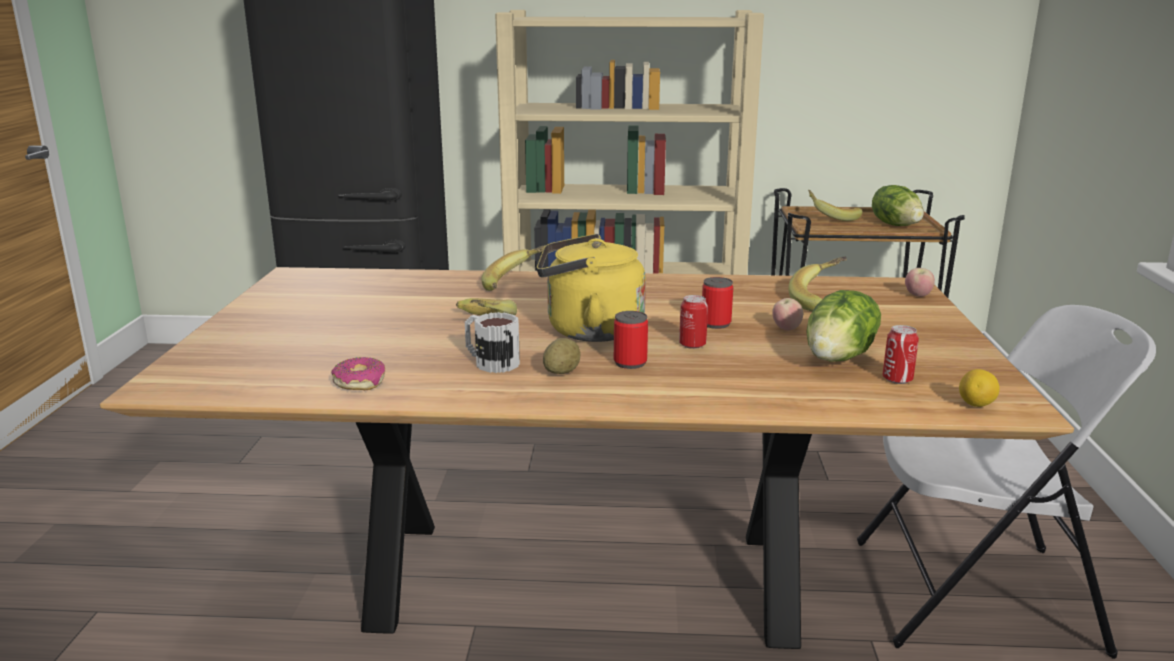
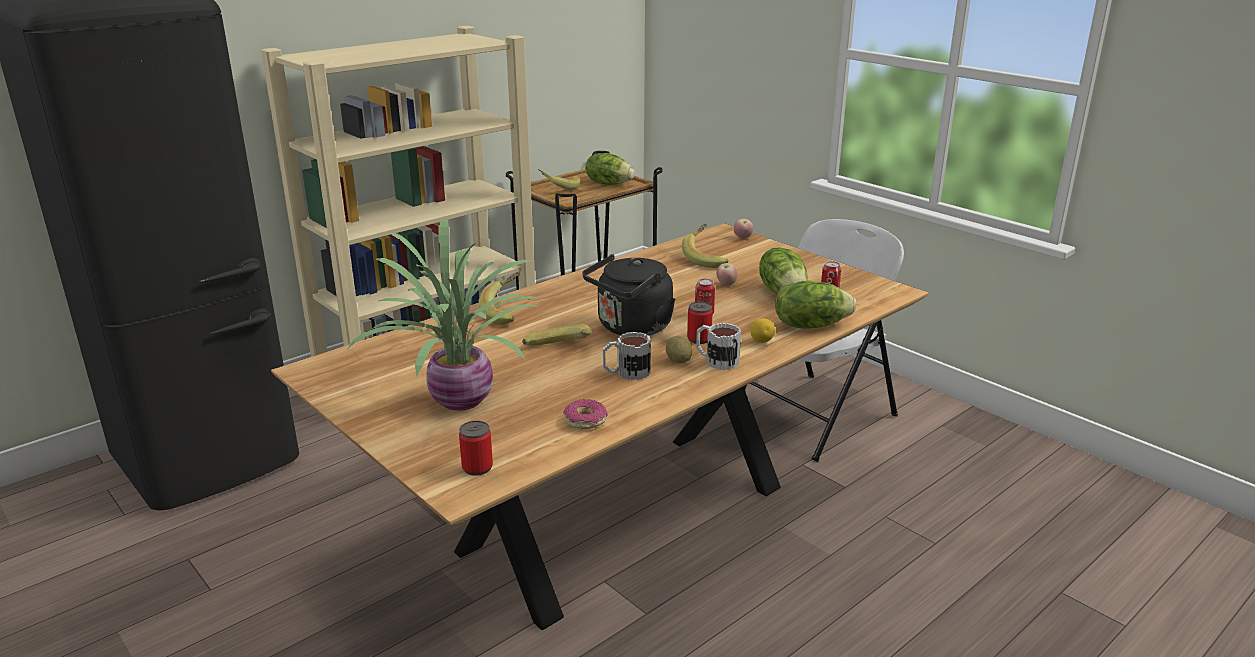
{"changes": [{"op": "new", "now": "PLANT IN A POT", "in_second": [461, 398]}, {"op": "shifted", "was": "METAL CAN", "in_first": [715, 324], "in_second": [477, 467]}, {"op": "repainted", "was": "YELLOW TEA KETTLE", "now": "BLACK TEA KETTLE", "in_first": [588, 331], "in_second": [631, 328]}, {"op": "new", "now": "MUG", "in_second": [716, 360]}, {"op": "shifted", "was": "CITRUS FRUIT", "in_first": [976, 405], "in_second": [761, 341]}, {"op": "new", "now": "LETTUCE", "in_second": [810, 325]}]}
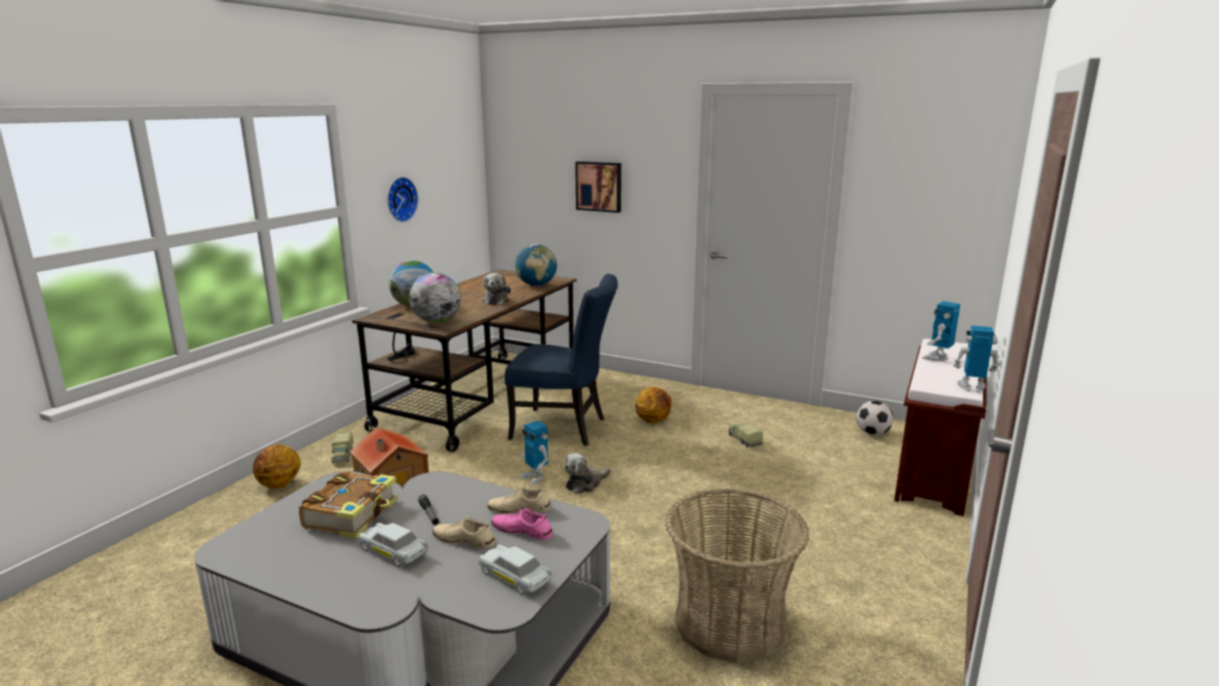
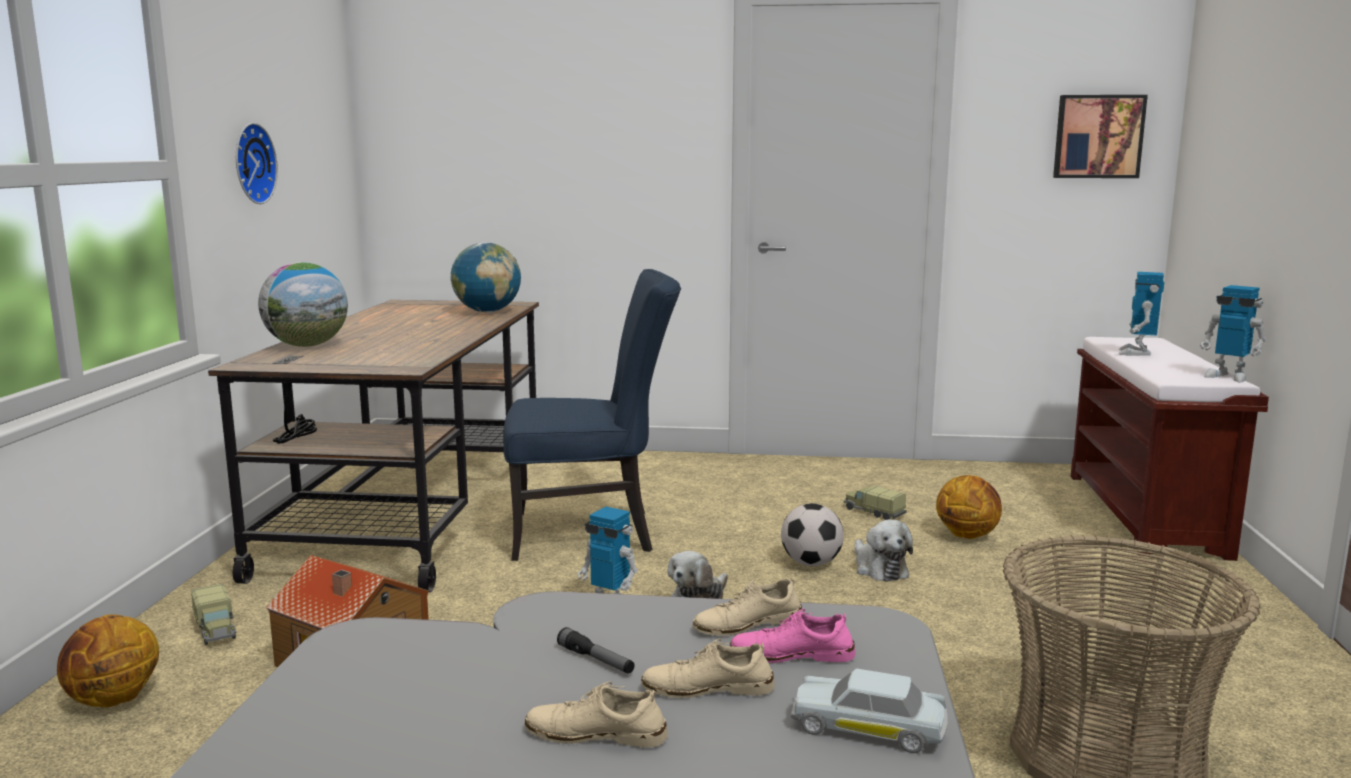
{"changes": [{"op": "swapped", "was": "WHITE TOY CAR", "now": "SAND-COLOURED LOW SHOE", "in_first": [393, 552], "in_second": [596, 734]}, {"op": "shifted", "was": "FOOTBALL", "in_first": [872, 433], "in_second": [811, 563]}, {"op": "shifted", "was": "SOFT TOY", "in_first": [496, 300], "in_second": [879, 568]}, {"op": "shifted", "was": "BALL FOR BASKETBALL", "in_first": [653, 421], "in_second": [967, 535]}, {"op": "shifted", "was": "PICTURE", "in_first": [599, 186], "in_second": [1098, 136]}, {"op": "rotated", "was": "TOY ROBOT", "in_first": [971, 388], "in_second": [1228, 377], "clockwise": -135}, {"op": "gone", "was": "BOOK", "in_first": [353, 514]}, {"op": "gone", "was": "GLOBE", "in_first": [437, 322]}]}
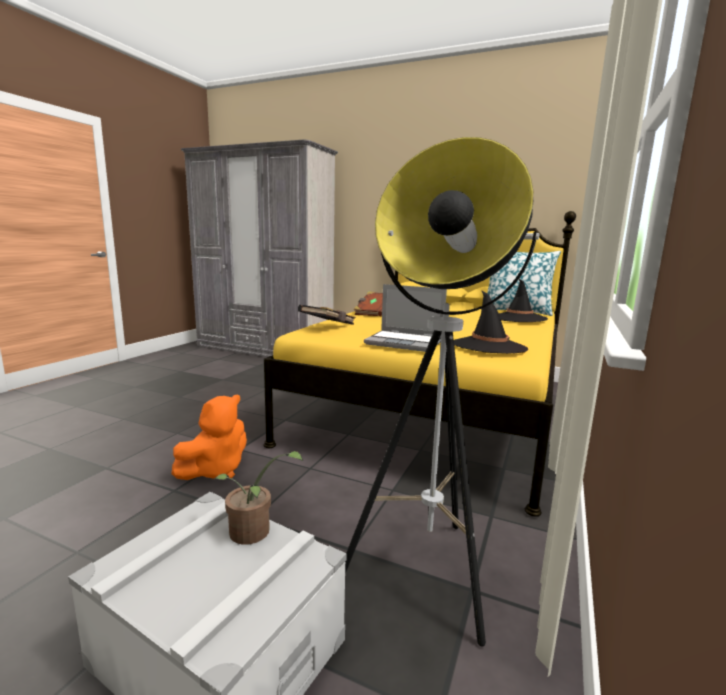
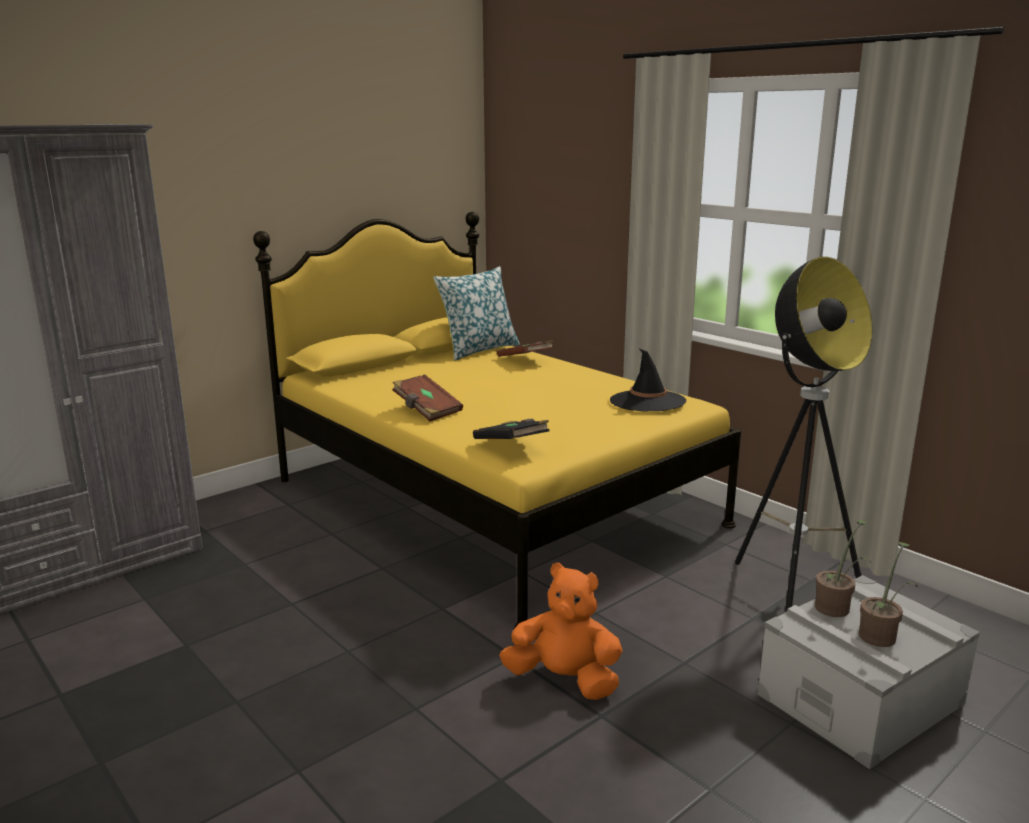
{"changes": [{"op": "swapped", "was": "BLACK HAT", "now": "BROWN BOOK", "in_first": [518, 318], "in_second": [526, 360]}, {"op": "rotated", "was": "ORANGE-COLOURED SOFT TOY", "in_first": [215, 470], "in_second": [564, 680], "clockwise": -45}, {"op": "new", "now": "PLANT IN A POT", "in_second": [880, 635]}, {"op": "gone", "was": "PORTABLE COMPUTER", "in_first": [405, 343]}]}
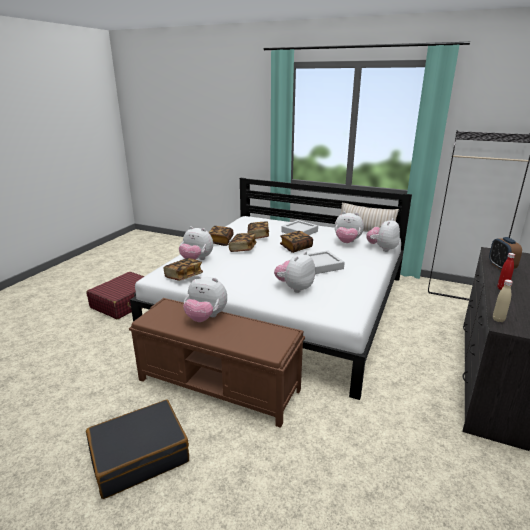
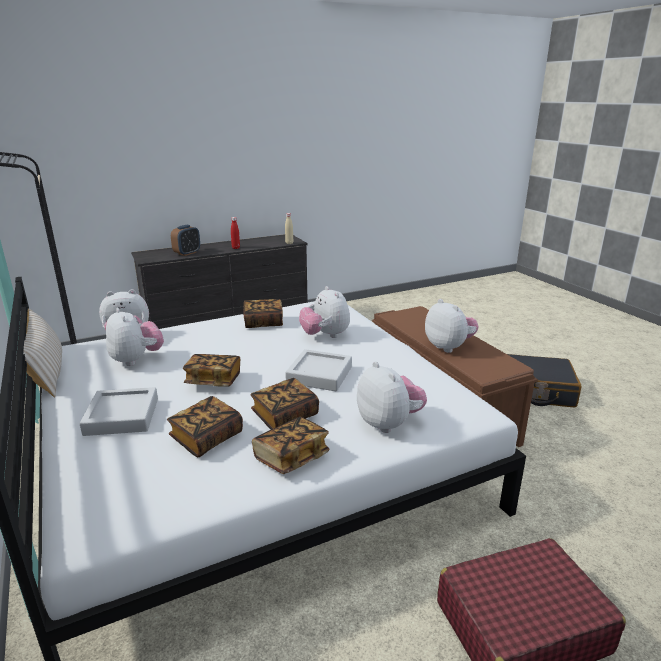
{"changes": [{"op": "shifted", "was": "BOOK", "in_first": [184, 276], "in_second": [263, 322]}, {"op": "shifted", "was": "GREYISH TRAY", "in_first": [321, 265], "in_second": [319, 375]}, {"op": "rotated", "was": "SOFT TOY", "in_first": [295, 288], "in_second": [325, 335], "clockwise": 75}]}
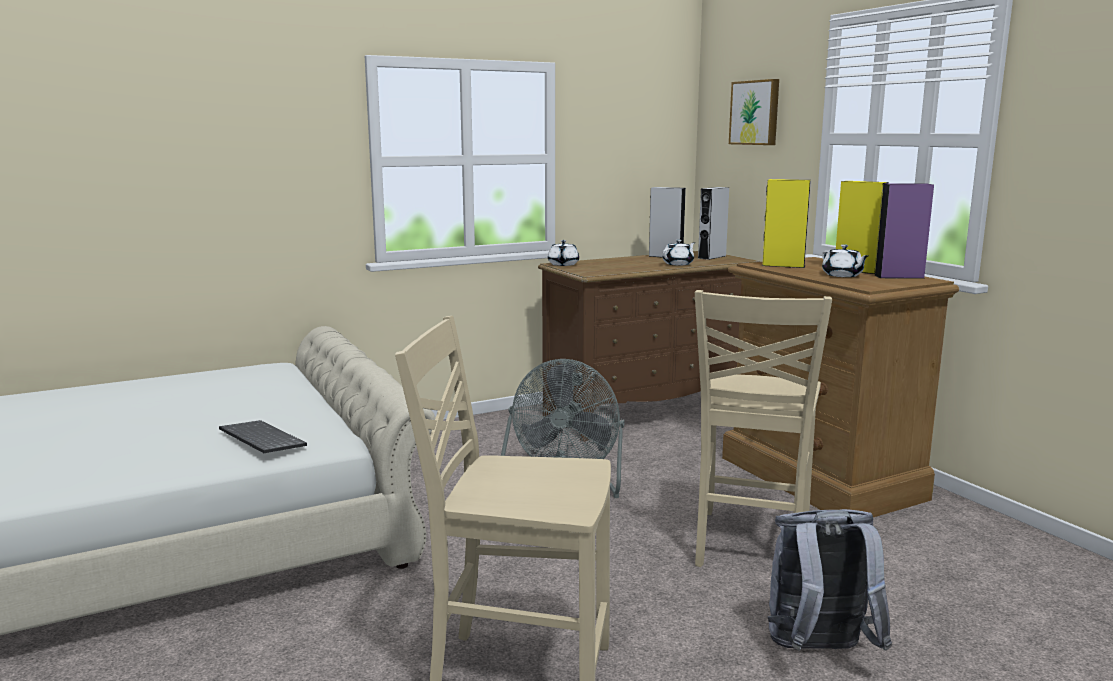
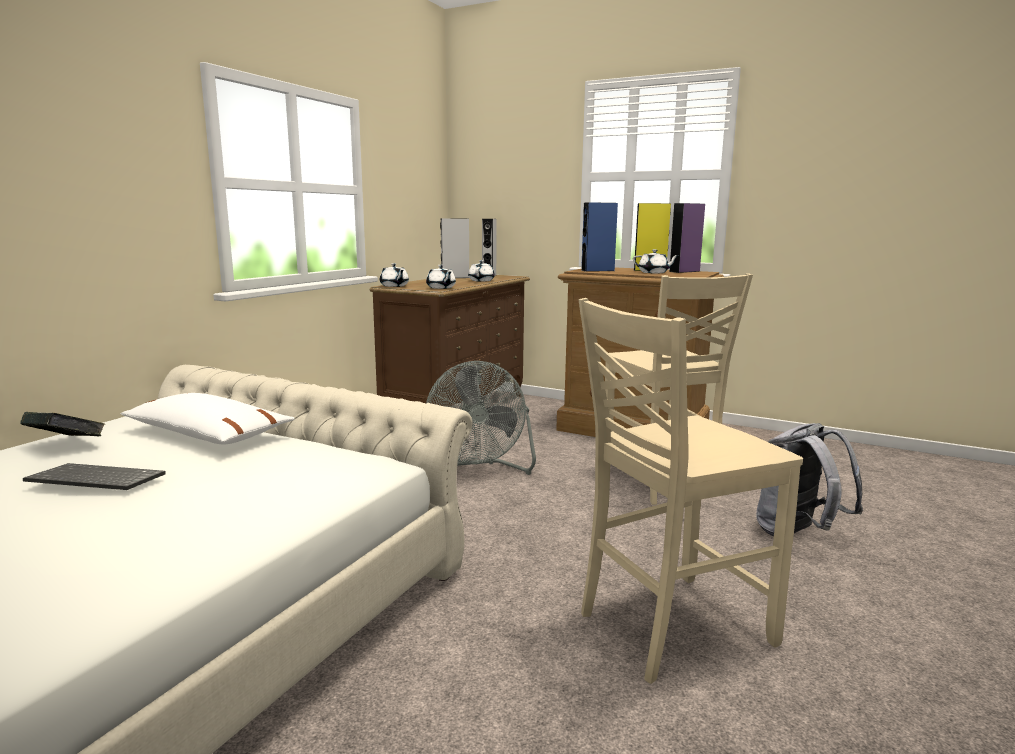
{"changes": [{"op": "new", "now": "BOOK", "in_second": [66, 446]}, {"op": "shifted", "was": "PC KEYBOARD", "in_first": [259, 439], "in_second": [93, 481]}, {"op": "new", "now": "WHITE THROW PILLOW", "in_second": [208, 434]}, {"op": "new", "now": "WHITE TEAPOT", "in_second": [441, 288]}, {"op": "repainted", "was": "YELLOW SPEAKER", "now": "BLUISH SPEAKER", "in_first": [783, 265], "in_second": [597, 270]}, {"op": "gone", "was": "PICTURE", "in_first": [755, 113]}]}
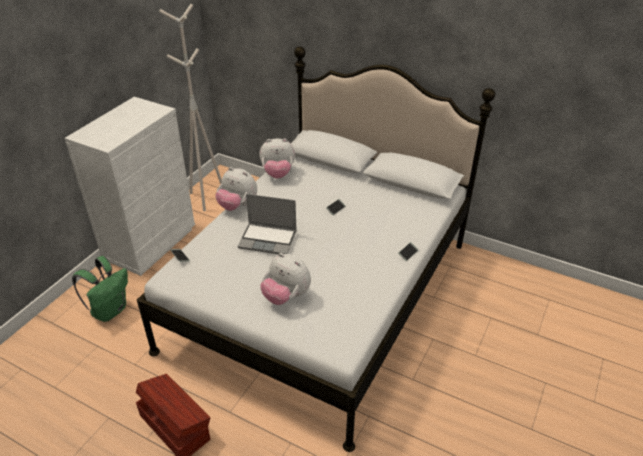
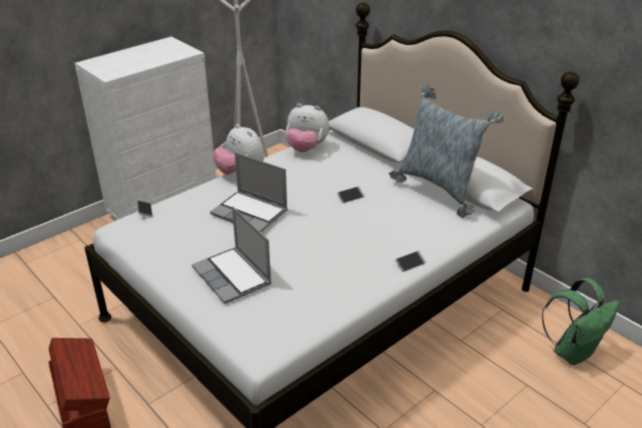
{"changes": [{"op": "swapped", "was": "SOFT TOY", "now": "PORTABLE COMPUTER", "in_first": [286, 296], "in_second": [233, 276]}, {"op": "new", "now": "THROW PILLOW", "in_second": [439, 193]}, {"op": "shifted", "was": "GREENISH RUCKSACK", "in_first": [110, 310], "in_second": [573, 351]}]}
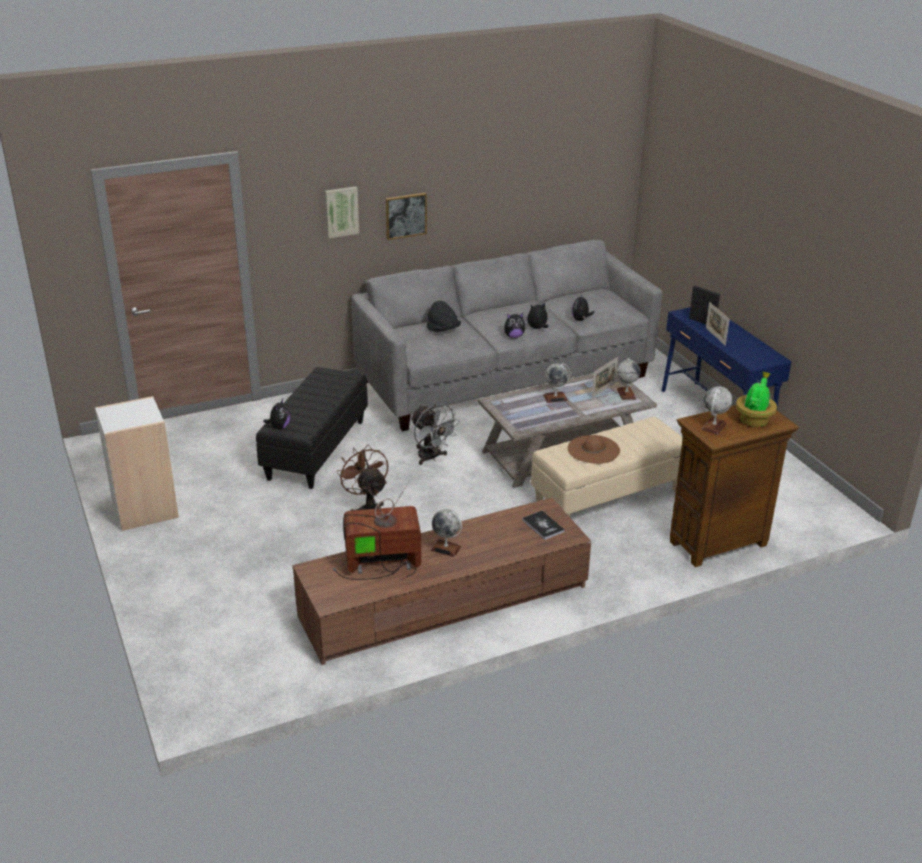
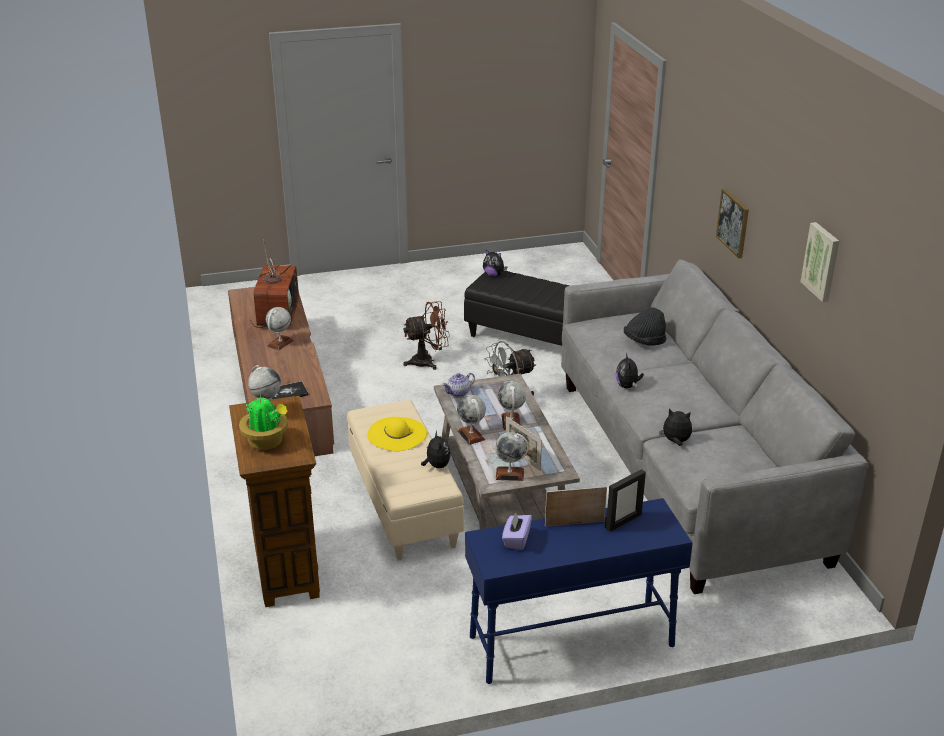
{"changes": [{"op": "repainted", "was": "BROWN HAT", "now": "YELLOW HAT", "in_first": [593, 449], "in_second": [397, 434]}, {"op": "shifted", "was": "SOFT TOY", "in_first": [537, 328], "in_second": [436, 465]}, {"op": "new", "now": "TEAPOT", "in_second": [458, 393]}, {"op": "new", "now": "GLOBE", "in_second": [471, 435]}, {"op": "new", "now": "PURPLE TISSUE HOLDER", "in_second": [516, 540]}, {"op": "shifted", "was": "PICTURE", "in_first": [341, 211], "in_second": [822, 261]}, {"op": "gone", "was": "SHELVING UNIT", "in_first": [145, 509]}]}
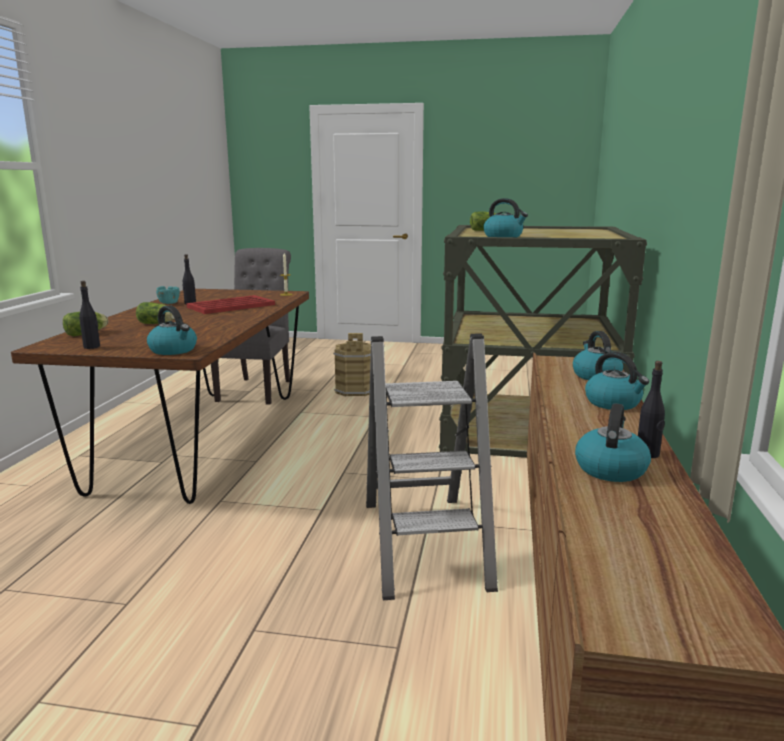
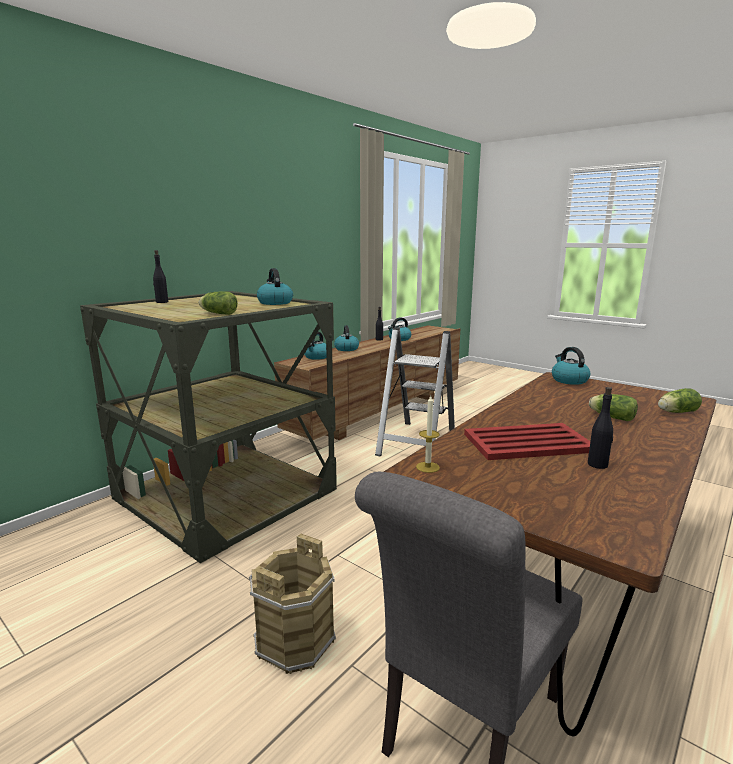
{"changes": [{"op": "shifted", "was": "BLACK BEVERAGE BOTTLE", "in_first": [92, 347], "in_second": [162, 302]}, {"op": "gone", "was": "TURQUOISE SERVING BOWL", "in_first": [169, 303]}]}
